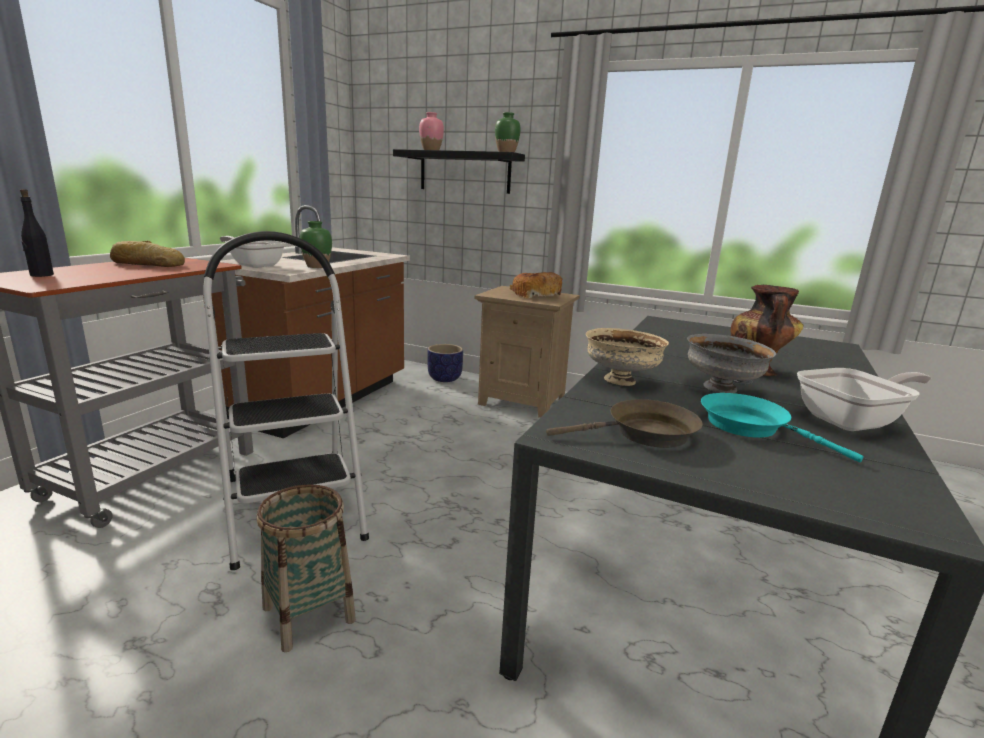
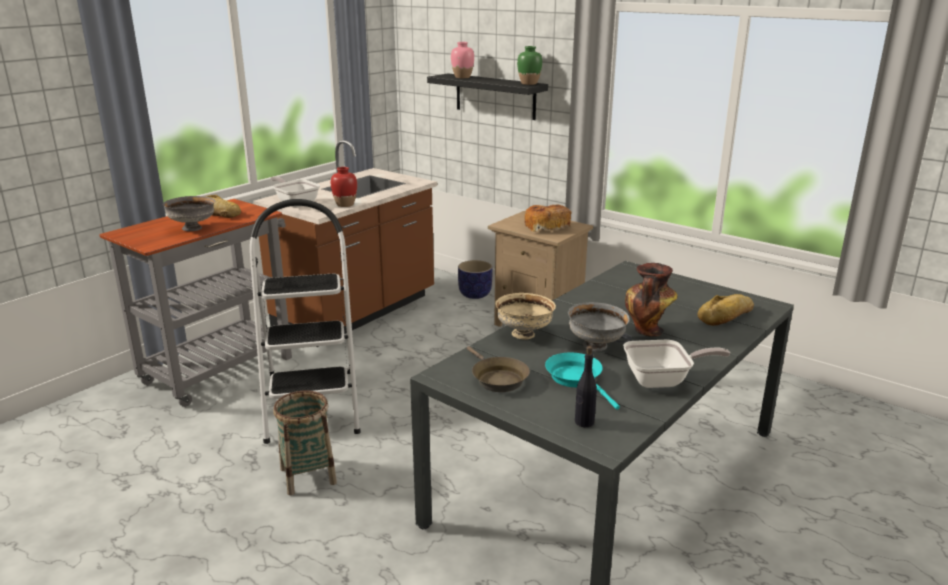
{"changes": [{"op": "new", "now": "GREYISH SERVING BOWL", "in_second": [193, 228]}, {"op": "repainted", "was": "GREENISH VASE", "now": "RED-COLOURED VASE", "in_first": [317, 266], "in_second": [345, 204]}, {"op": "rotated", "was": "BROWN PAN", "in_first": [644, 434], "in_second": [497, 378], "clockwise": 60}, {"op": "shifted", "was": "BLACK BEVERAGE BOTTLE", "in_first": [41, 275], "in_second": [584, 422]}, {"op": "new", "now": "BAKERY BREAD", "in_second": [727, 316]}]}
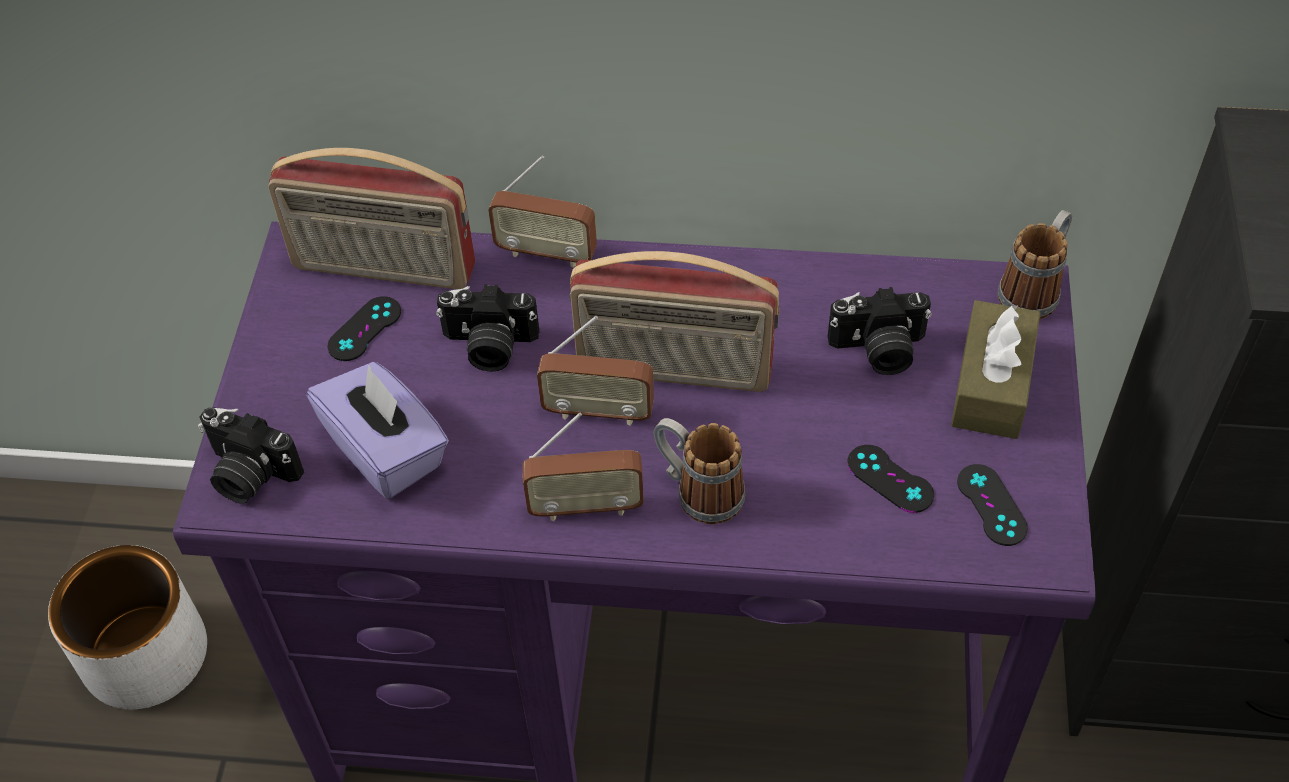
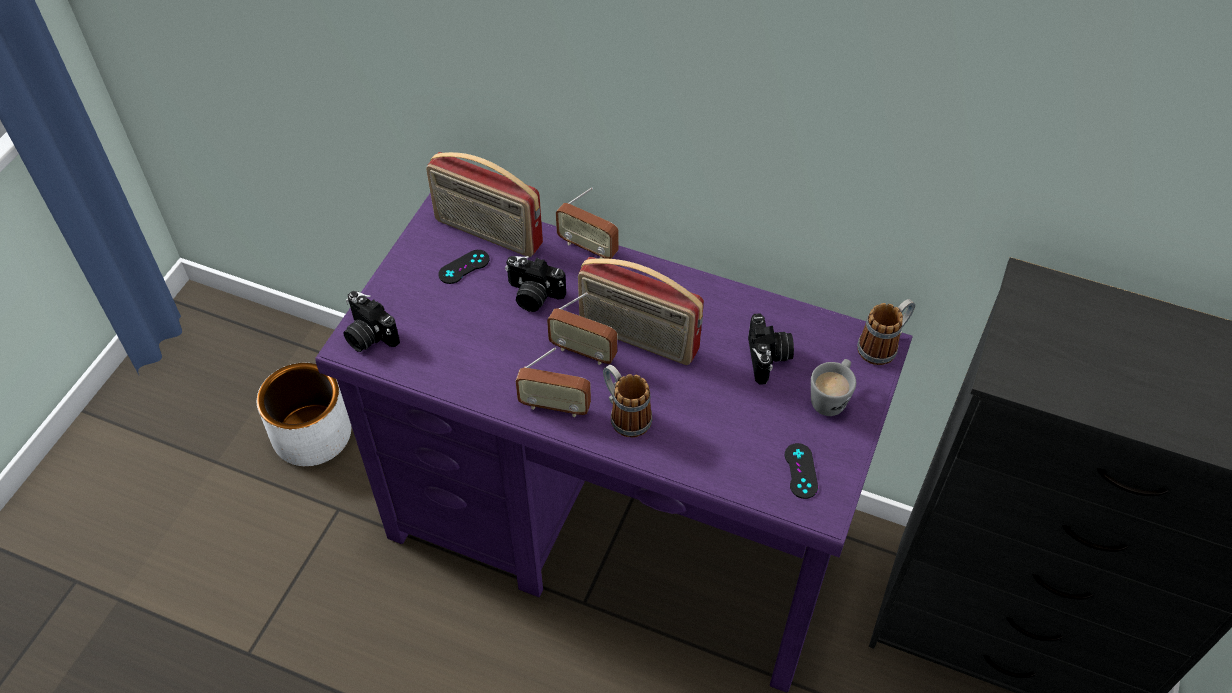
{"changes": [{"op": "rotated", "was": "PHOTO CAMERA", "in_first": [878, 350], "in_second": [769, 358], "clockwise": -105}, {"op": "swapped", "was": "BROWN TISSUE HOLDER", "now": "GREYISH MUG", "in_first": [991, 385], "in_second": [831, 398]}, {"op": "gone", "was": "PURPLE TISSUE HOLDER", "in_first": [387, 451]}, {"op": "gone", "was": "BLACK JOYPAD", "in_first": [890, 479]}]}
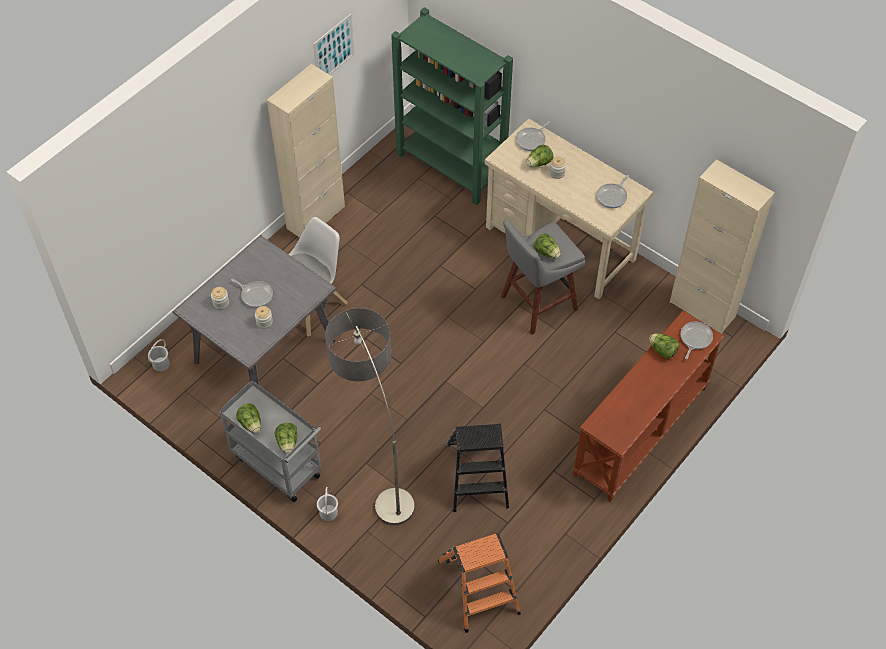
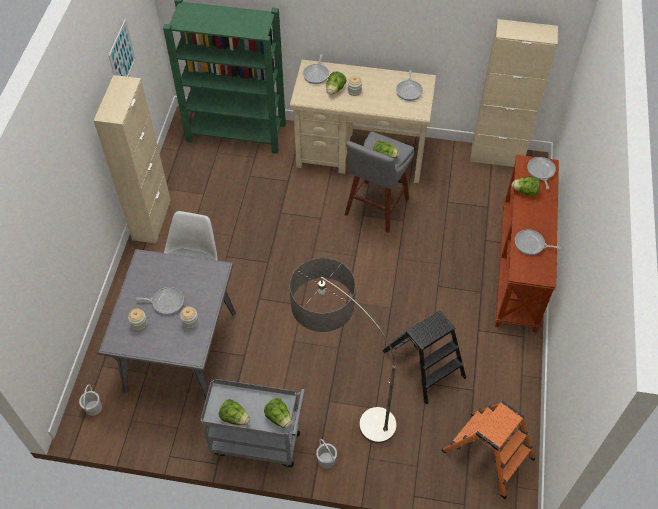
{"changes": [{"op": "new", "now": "PAN", "in_second": [531, 244]}]}
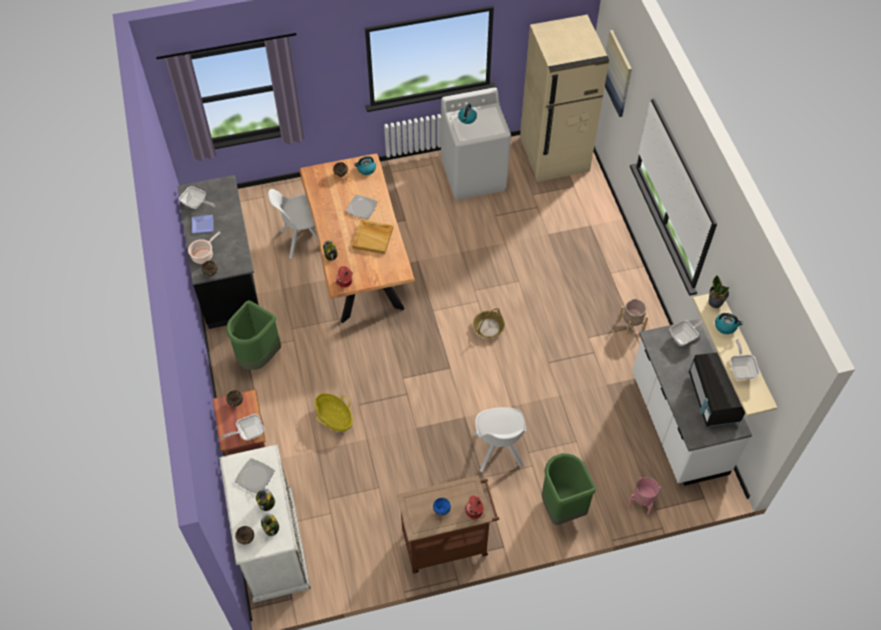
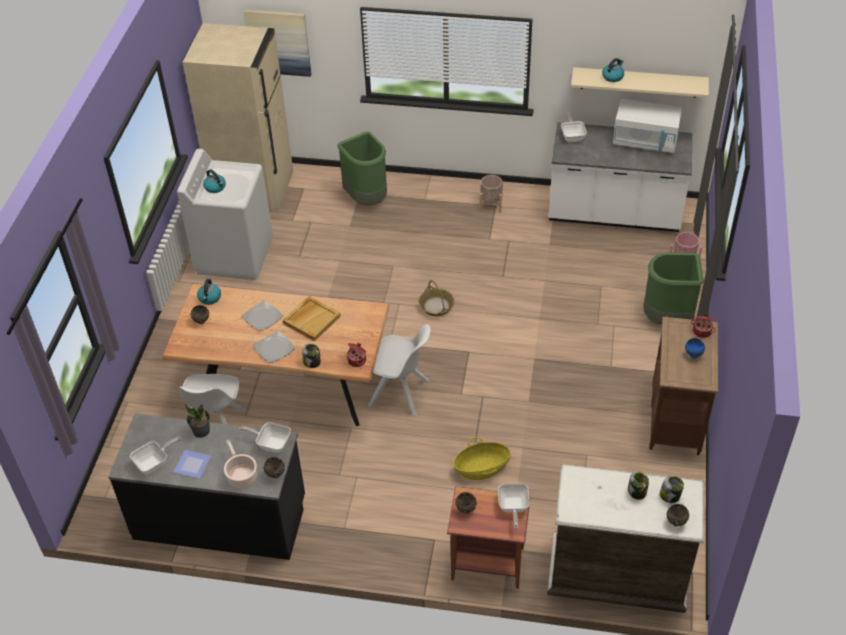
{"changes": [{"op": "shifted", "was": "PLANT IN A POT", "in_first": [715, 302], "in_second": [201, 430]}, {"op": "shifted", "was": "PAN", "in_first": [741, 369], "in_second": [271, 443]}, {"op": "shifted", "was": "FLAT DISH", "in_first": [254, 477], "in_second": [274, 349]}, {"op": "shifted", "was": "GREENISH RUBBISH BIN", "in_first": [259, 357], "in_second": [367, 199]}, {"op": "shifted", "was": "WHITE UPRIGHT CHAIR", "in_first": [498, 451], "in_second": [400, 394]}, {"op": "repainted", "was": "BLACK KITCHEN MICROWAVE", "now": "WHITE KITCHEN MICROWAVE", "in_first": [713, 398], "in_second": [645, 141]}]}
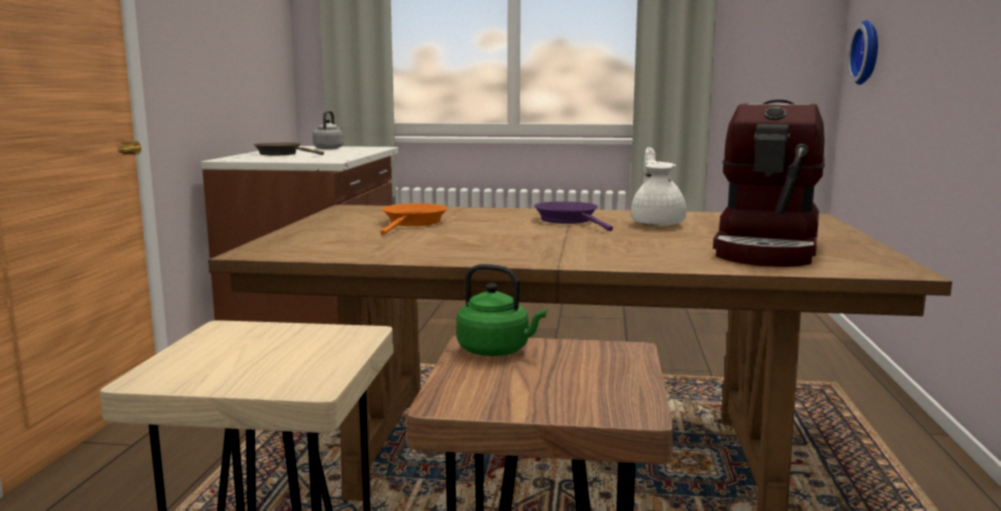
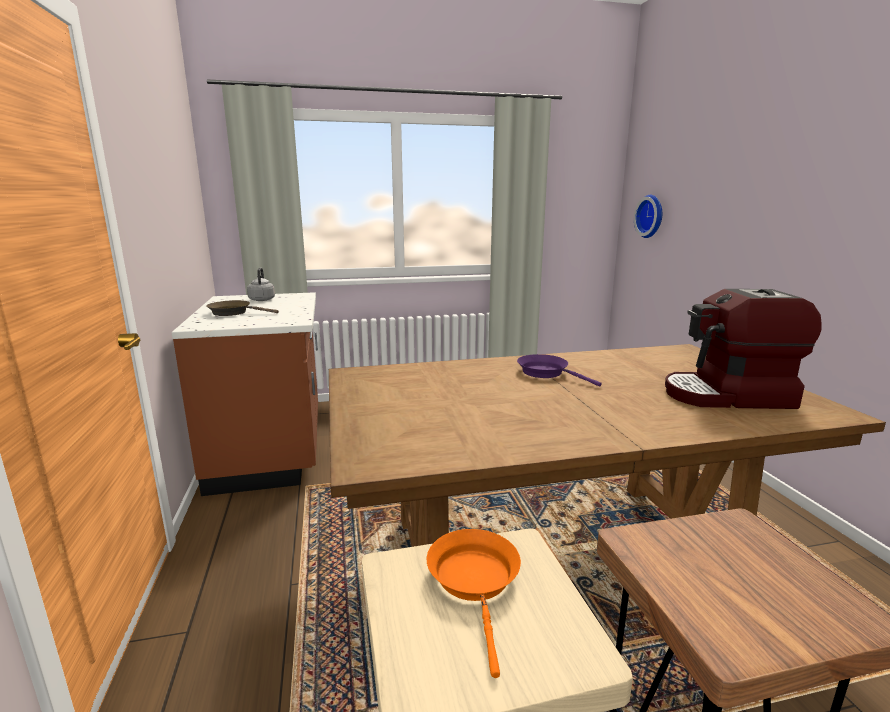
{"changes": [{"op": "shifted", "was": "ORANGE-COLOURED PAN", "in_first": [413, 223], "in_second": [475, 582]}, {"op": "rotated", "was": "COFFEE MACHINE", "in_first": [768, 249], "in_second": [728, 396], "clockwise": 90}, {"op": "gone", "was": "GREENISH TEA KETTLE", "in_first": [497, 351]}, {"op": "gone", "was": "WHITE TEAPOT", "in_first": [657, 224]}]}
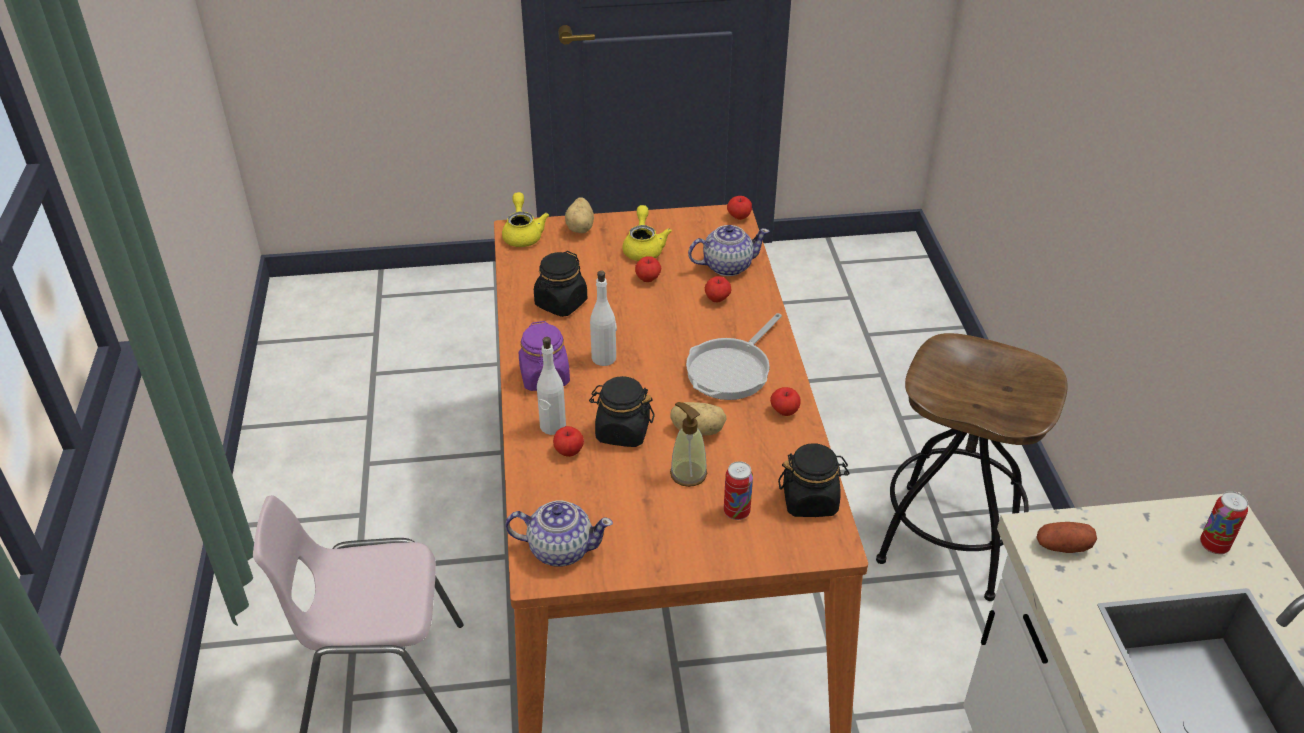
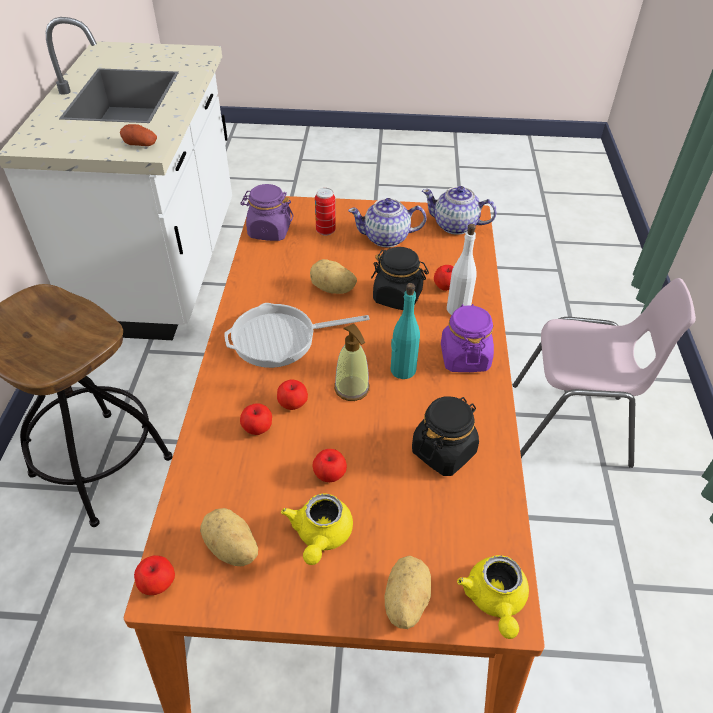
{"changes": [{"op": "new", "now": "SPUD", "in_second": [231, 549]}, {"op": "rotated", "was": "PAN", "in_first": [731, 370], "in_second": [280, 339], "clockwise": -150}, {"op": "repainted", "was": "BLACK STORAGE JAR", "now": "PURPLE STORAGE JAR", "in_first": [810, 500], "in_second": [269, 231]}, {"op": "shifted", "was": "APPLE FRUIT", "in_first": [784, 411], "in_second": [293, 404]}, {"op": "shifted", "was": "LIQUID SOAP BOTTLE", "in_first": [688, 473], "in_second": [352, 388]}, {"op": "shifted", "was": "TEAPOT", "in_first": [726, 266], "in_second": [387, 238]}, {"op": "repainted", "was": "WHITE BEVERAGE BOTTLE", "now": "TURQUOISE BEVERAGE BOTTLE", "in_first": [604, 358], "in_second": [402, 370]}, {"op": "gone", "was": "METAL CAN", "in_first": [1214, 545]}]}
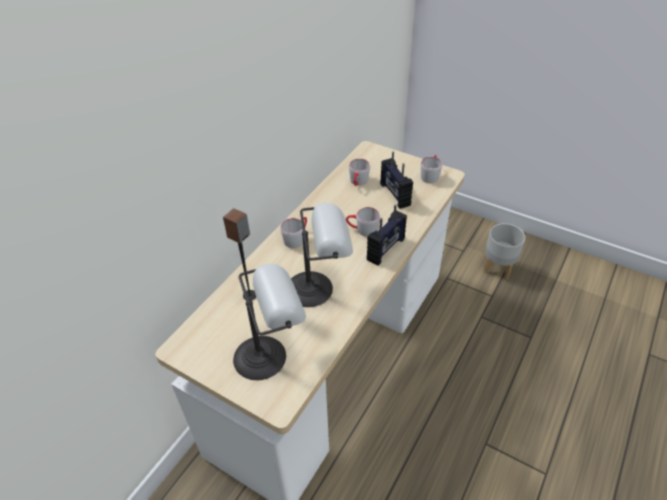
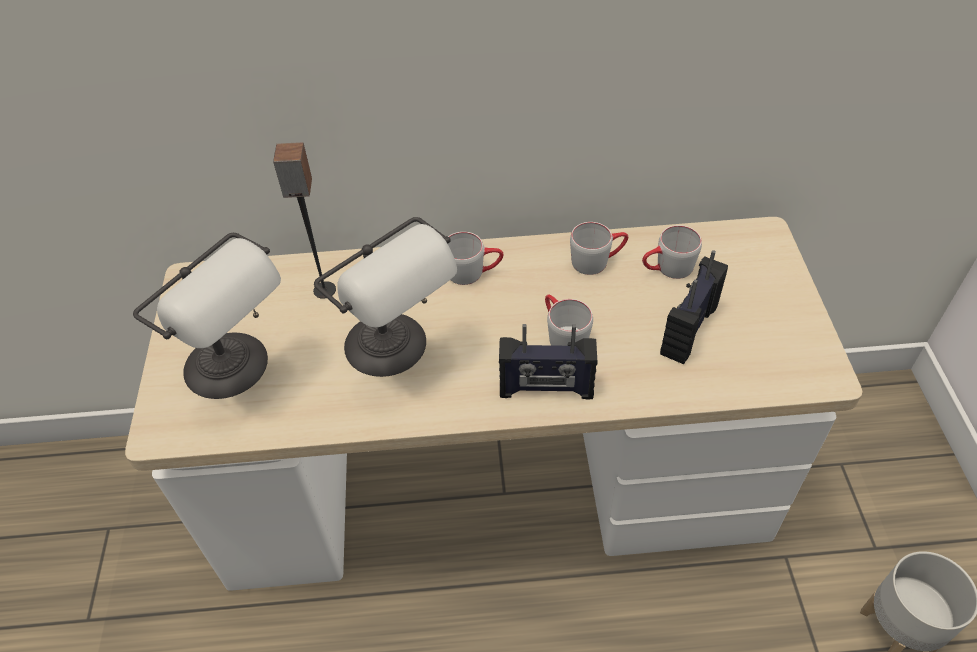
{"changes": [{"op": "shifted", "was": "GREYISH MUG", "in_first": [430, 175], "in_second": [597, 260]}]}
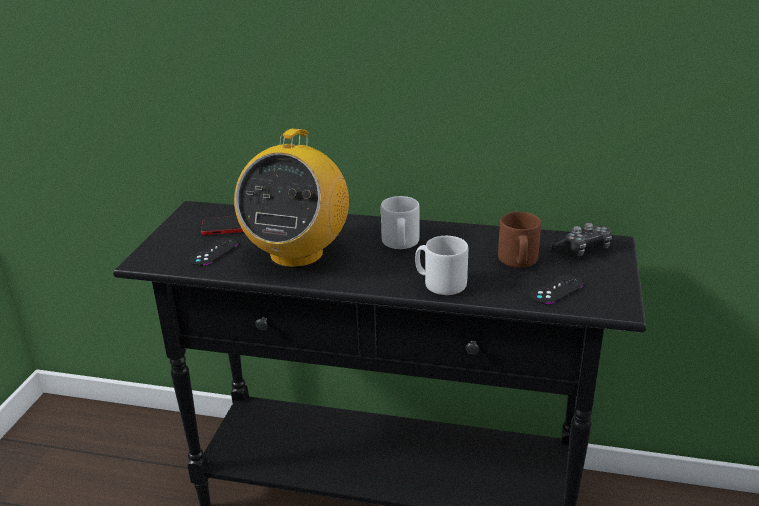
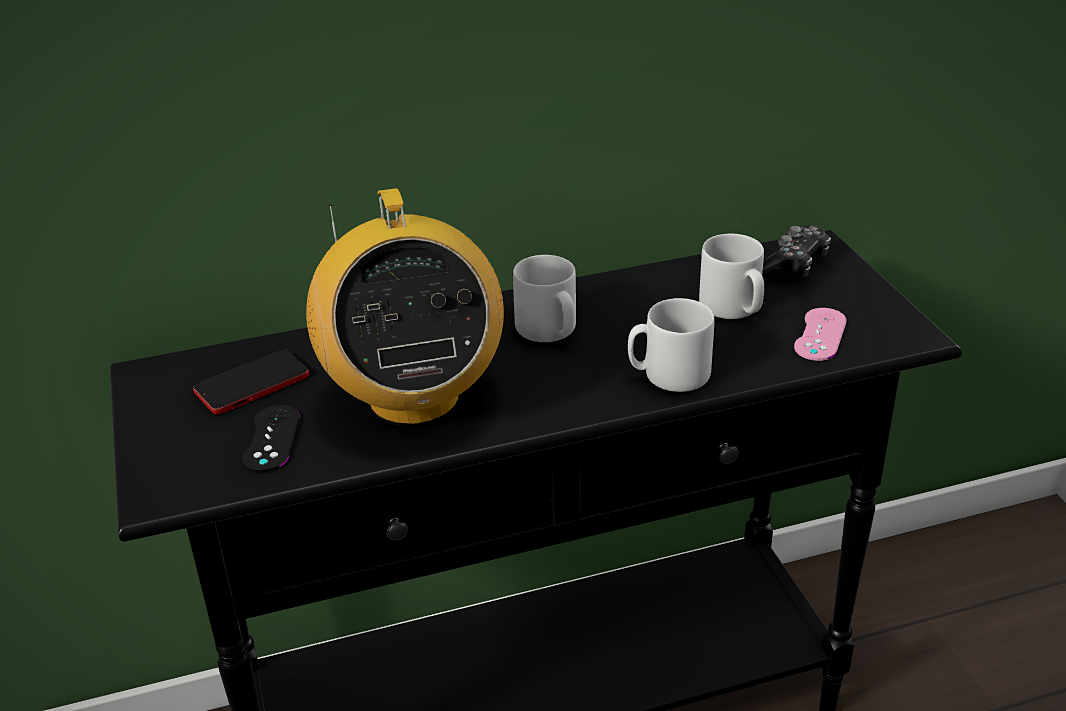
{"changes": [{"op": "repainted", "was": "BROWN MUG", "now": "GREYISH MUG", "in_first": [518, 261], "in_second": [733, 308]}, {"op": "repainted", "was": "BLACK JOYPAD", "now": "PINKISH JOYPAD", "in_first": [556, 290], "in_second": [820, 334]}]}
